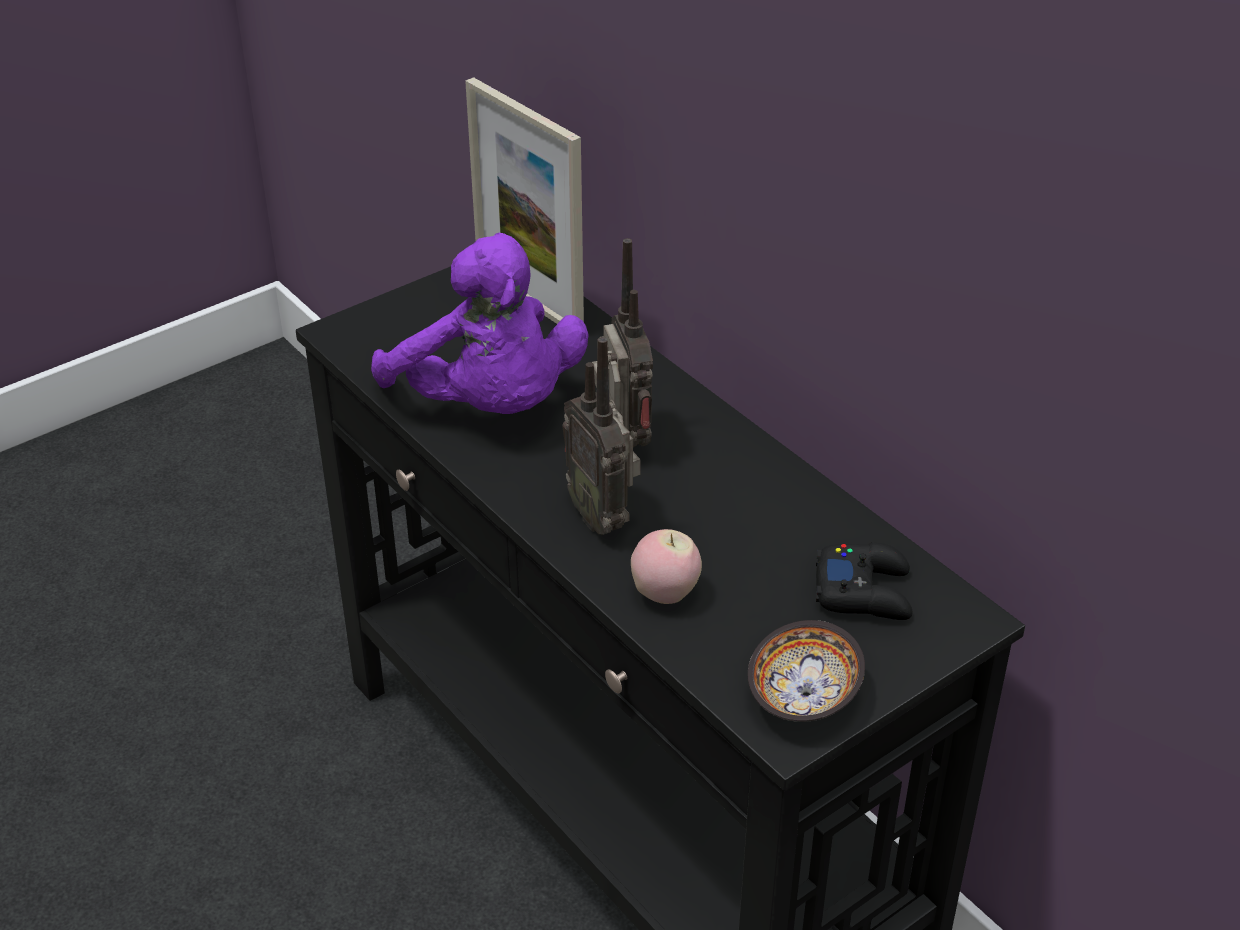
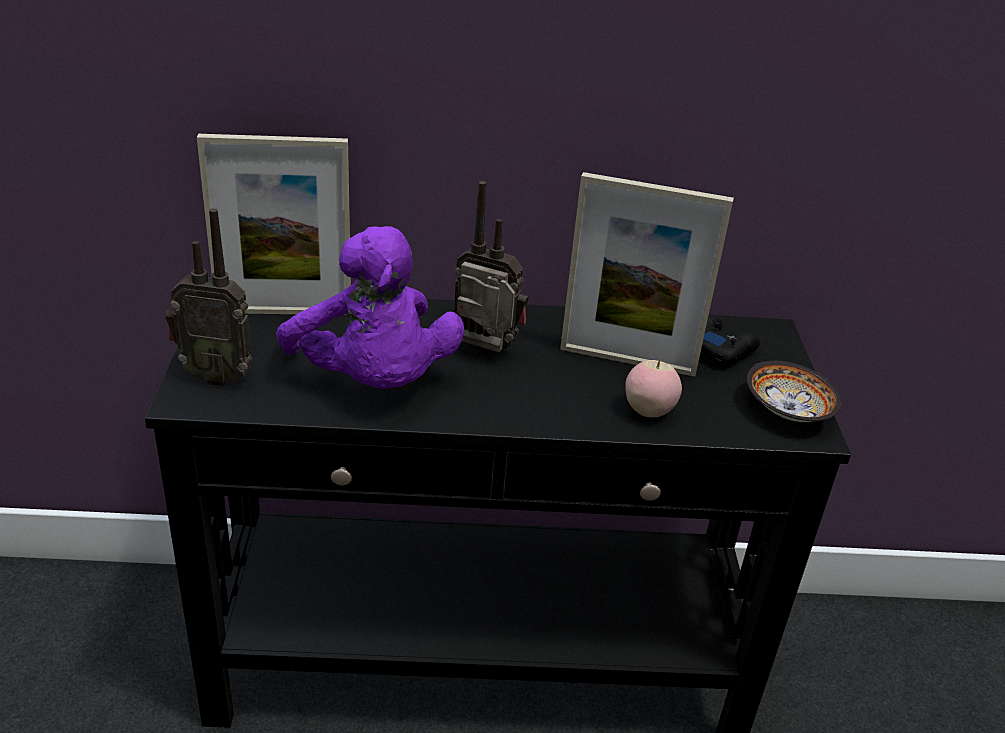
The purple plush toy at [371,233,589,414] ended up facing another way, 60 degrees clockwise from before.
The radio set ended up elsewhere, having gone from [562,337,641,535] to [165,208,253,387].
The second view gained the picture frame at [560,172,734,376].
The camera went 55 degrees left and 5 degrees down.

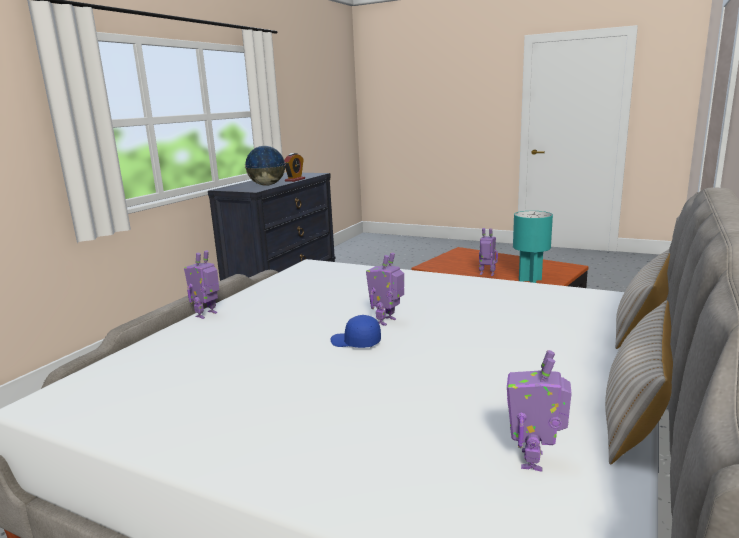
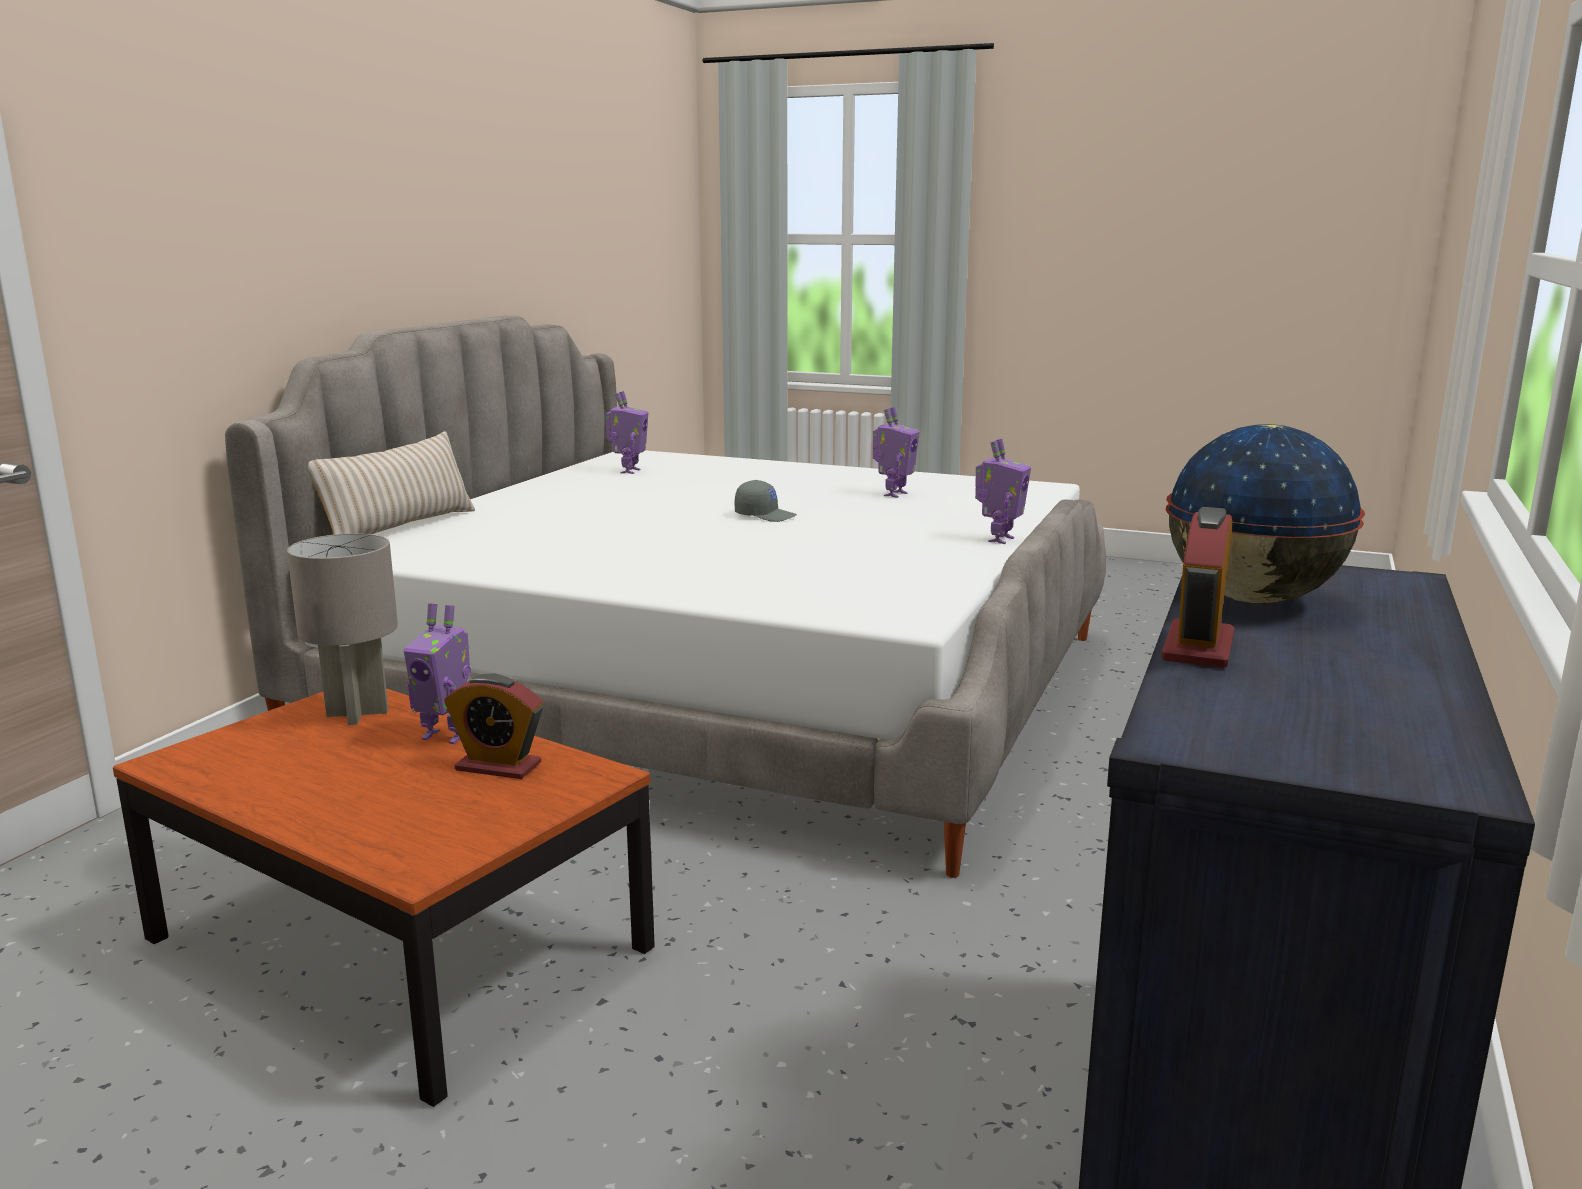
What was the blue cap at [331,315,381,348] turned into the greyish cap at [735,480,797,522].
The toy robot ended up elsewhere, having gone from [366,252,404,326] to [873,407,920,498].
What was the blue-green lamp for a table at [513,211,553,283] turned into the greyish lamp for a table at [287,534,398,725].
The second view lost the sand-coloured throw pillow at [605,300,673,464].
The second view gained the alarm clock at [444,674,543,779].
The camera went 175 degrees right and 0 degrees up.

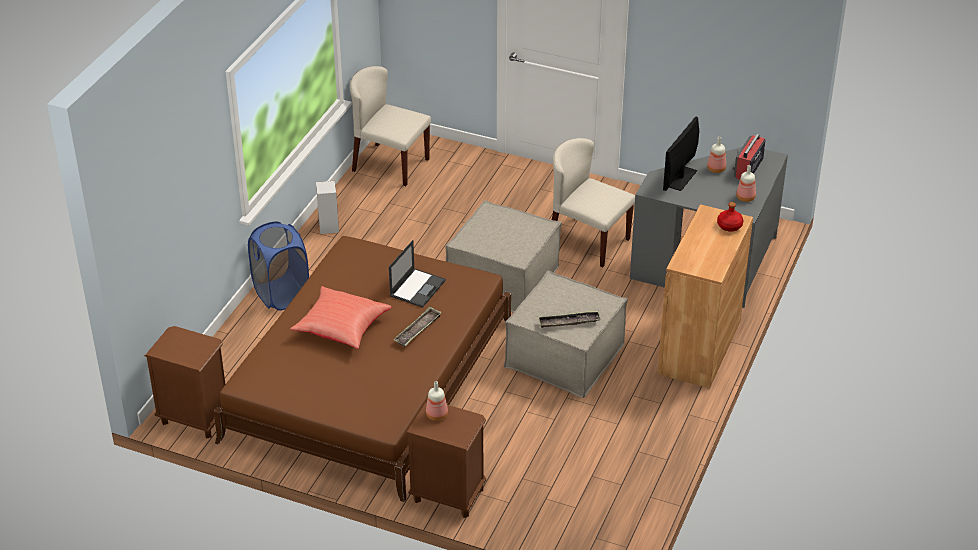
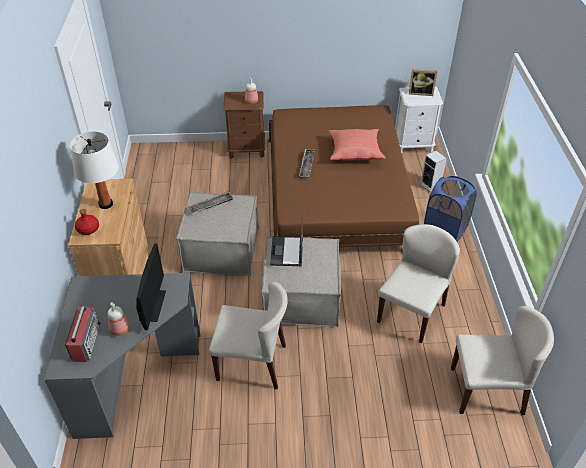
What was the brown-coloured night table at [145,326,225,439] turned into the white night table at [395,87,443,153].
The speaker ended up elsewhere, having gone from [316,181,339,234] to [420,150,447,192].
The portable computer ended up elsewhere, having gone from [389,240,446,308] to [270,215,303,266].
The second view lost the bottle at [736,165,756,202].
The second view gained the white lamp for a table at [70,131,119,209].
The second view gained the sand-coloured plain chair at [377,224,460,343].
The second view gained the picture frame at [409,69,437,96].
The camera went 155 degrees right and 5 degrees up.

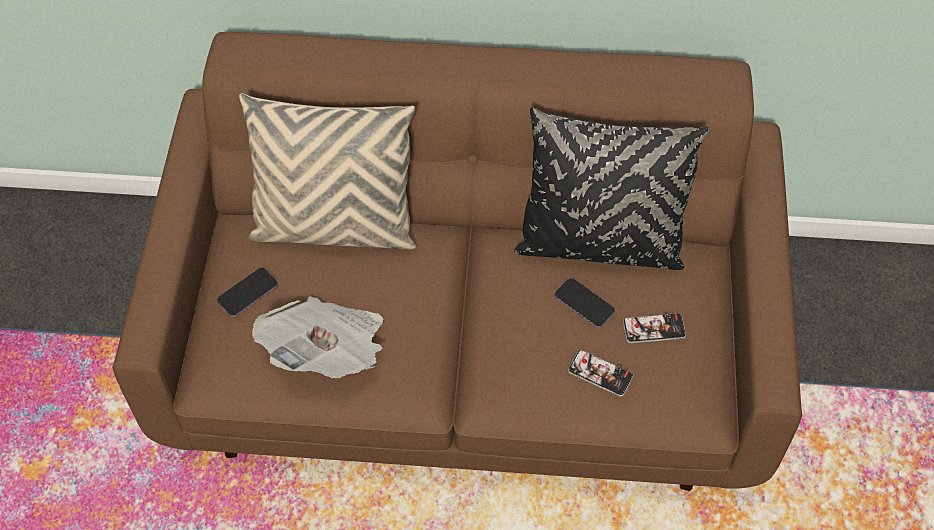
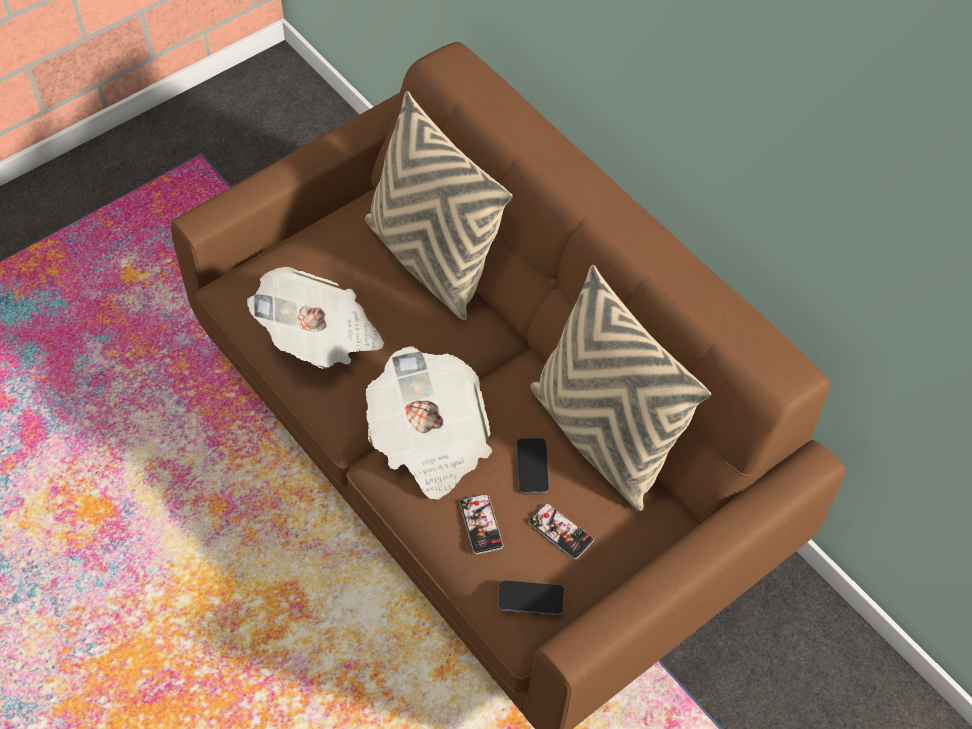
The phone ended up elsewhere, having gone from [217,268,278,317] to [498,580,564,615].
What was the blackish throw pillow at [514,107,709,270] turned into the sand-coloured throw pillow at [530,265,711,511].
The second view gained the daily paper at [365,346,492,499].
The camera went 45 degrees right and 0 degrees up.

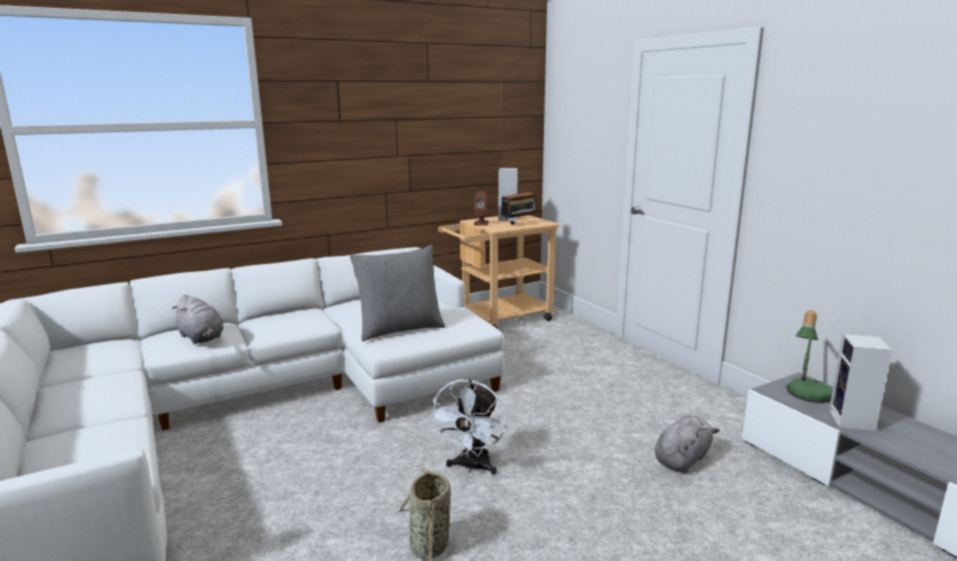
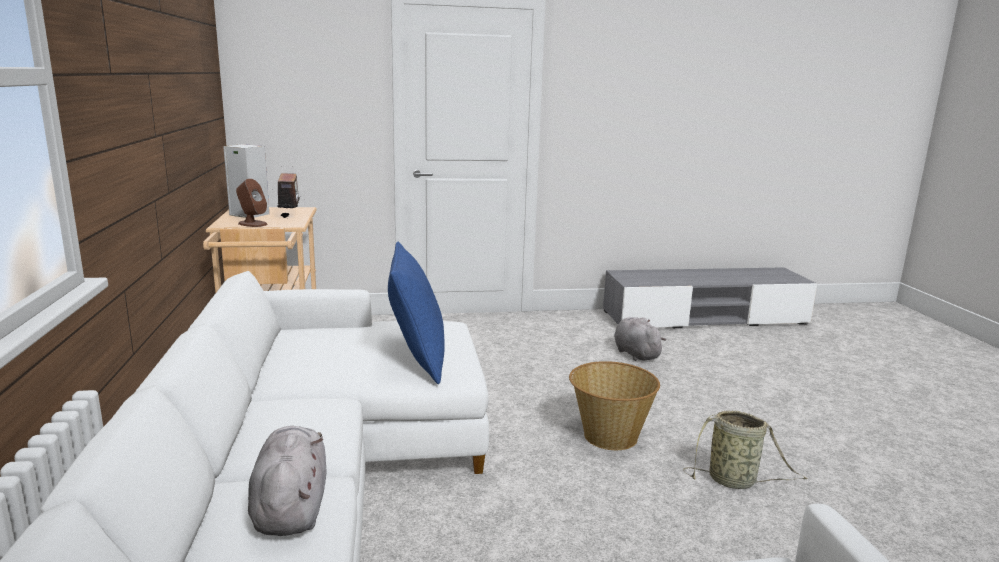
The greyish plush toy at [172,295,223,344] ended up facing another way, 75 degrees counterclockwise from before.
What was the greyish throw pillow at [350,245,445,341] turned into the blue throw pillow at [388,242,445,384].
Where the white cooling fan stood at [428,379,507,475], the basket came to stand at [569,361,660,450].
The second view lost the lamp for a table at [786,310,832,403].
The second view lost the speaker at [829,334,892,432].
The camera went 70 degrees left and 0 degrees up.

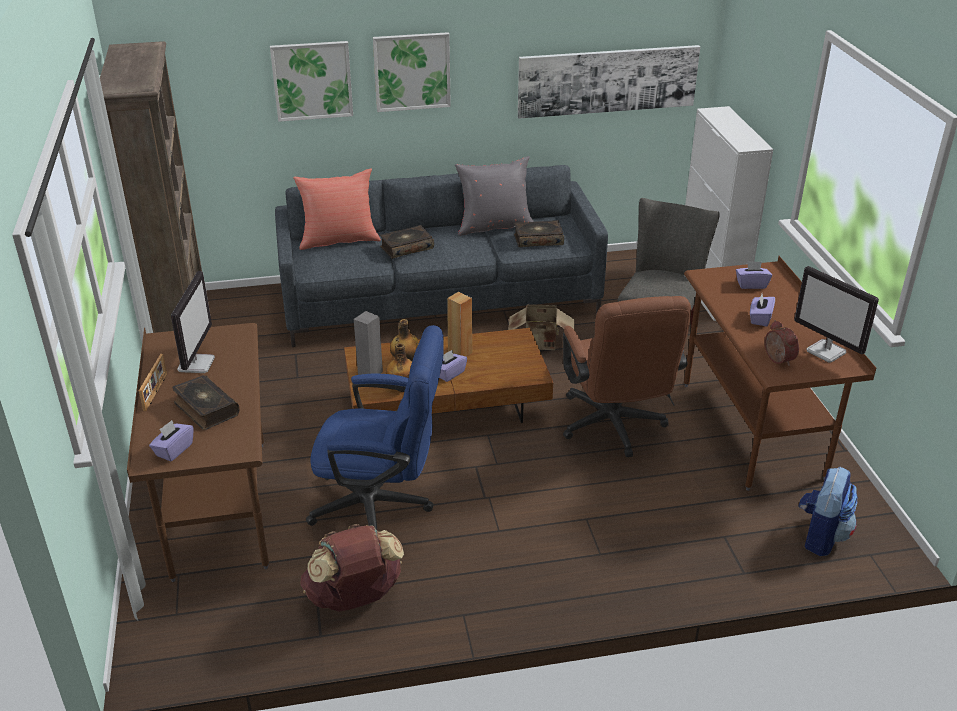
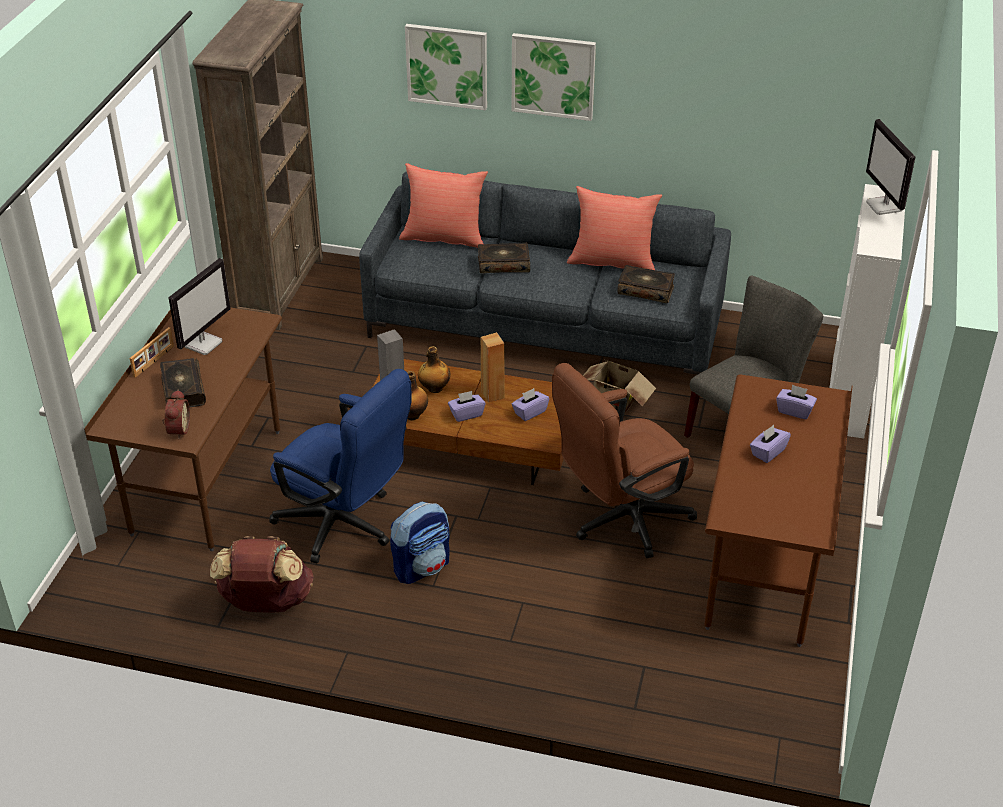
The purple tissue box ended up elsewhere, having gone from [149,420,194,461] to [512,388,549,421].
What was the greyish throw pillow at [455,156,534,236] turned into the red-coloured throw pillow at [567,186,662,270].
The second view lost the wall art at [518,45,700,119].
The brown-coloured desk chair at [563,296,691,457] ended up facing another way, 45 degrees clockwise from before.
The alarm clock ended up elsewhere, having gone from [765,320,799,366] to [162,390,190,439].
The computer screen ended up elsewhere, having gone from [794,266,879,363] to [866,119,915,215].
The knapsack ended up elsewhere, having gone from [798,467,858,556] to [390,502,450,584].
The camera went 25 degrees right and 5 degrees up.

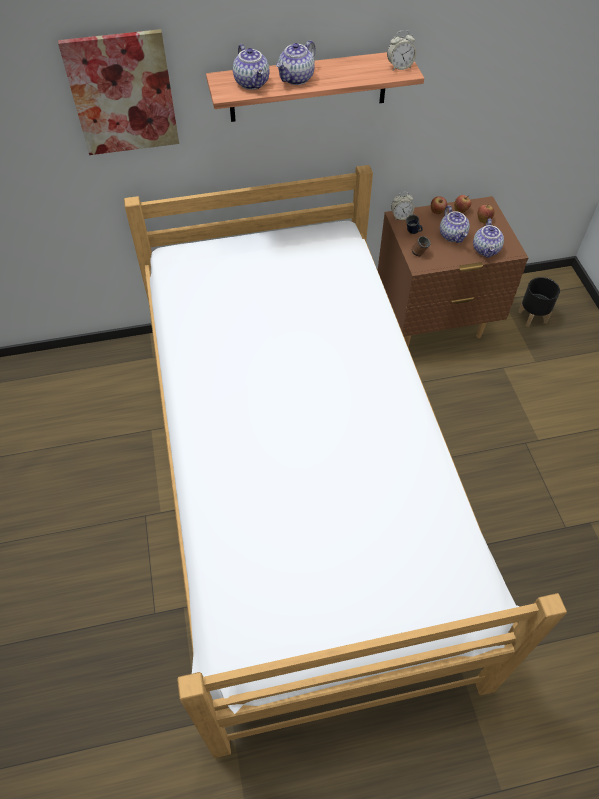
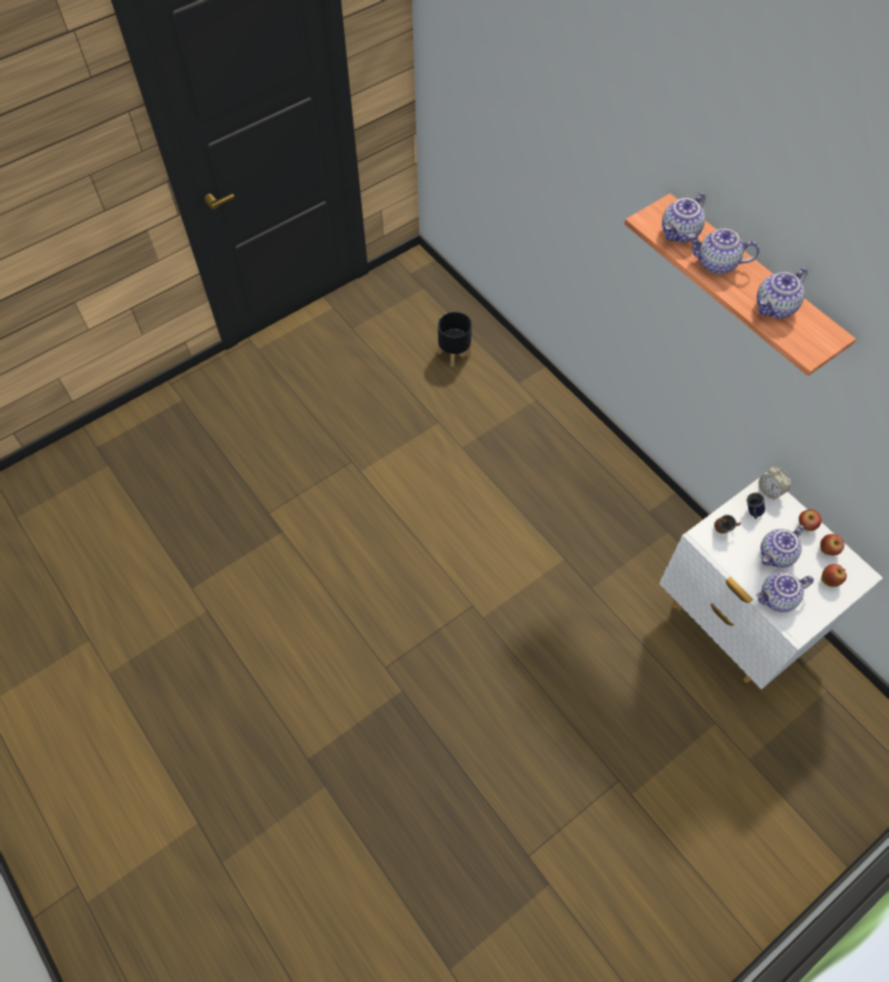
The second view lost the wall art at [58,29,179,155].
The second view lost the sleeping bed at [124,165,567,758].
What was the brown-coloured night table at [378,196,528,347] turned into the white night table at [659,472,883,689].
The second view lost the alarm clock at [387,30,416,70].
The blackish plant pot ended up elsewhere, having gone from [518,277,560,327] to [438,312,472,367].
The second view gained the pot for tea at [757,268,807,318].
The camera went 65 degrees right and 5 degrees up.

